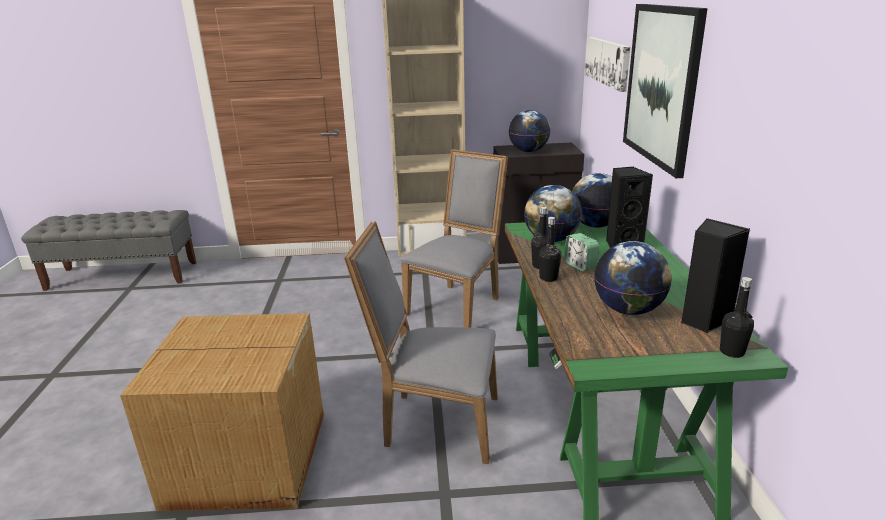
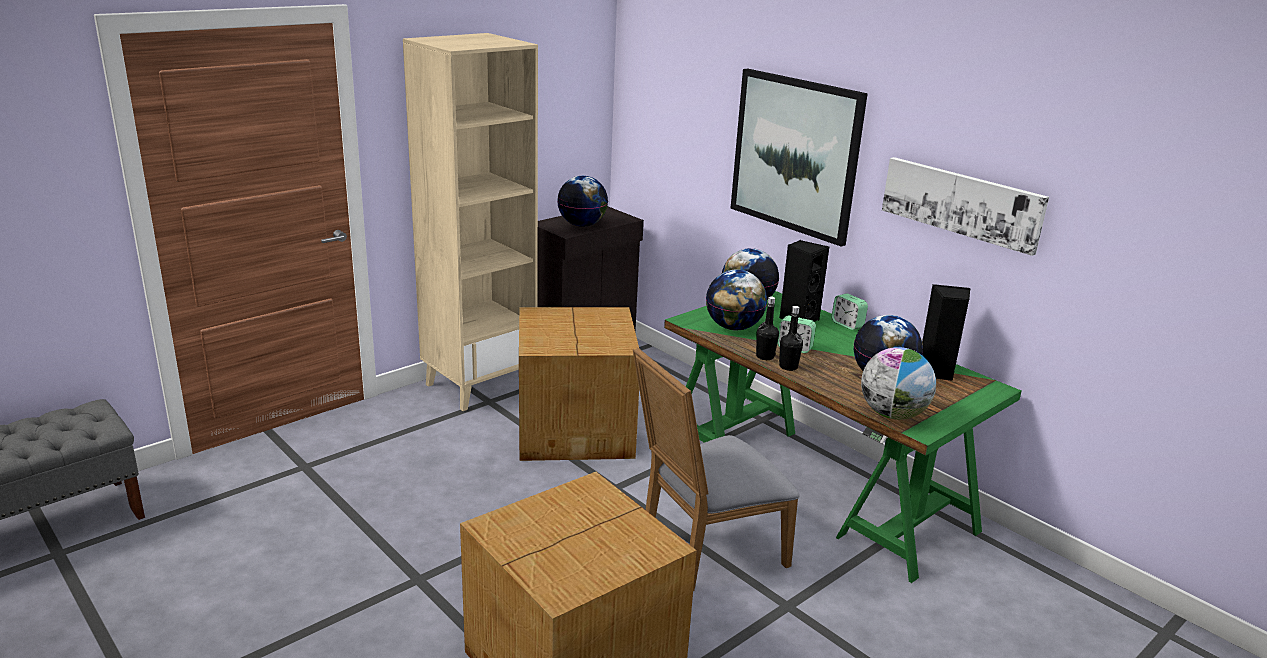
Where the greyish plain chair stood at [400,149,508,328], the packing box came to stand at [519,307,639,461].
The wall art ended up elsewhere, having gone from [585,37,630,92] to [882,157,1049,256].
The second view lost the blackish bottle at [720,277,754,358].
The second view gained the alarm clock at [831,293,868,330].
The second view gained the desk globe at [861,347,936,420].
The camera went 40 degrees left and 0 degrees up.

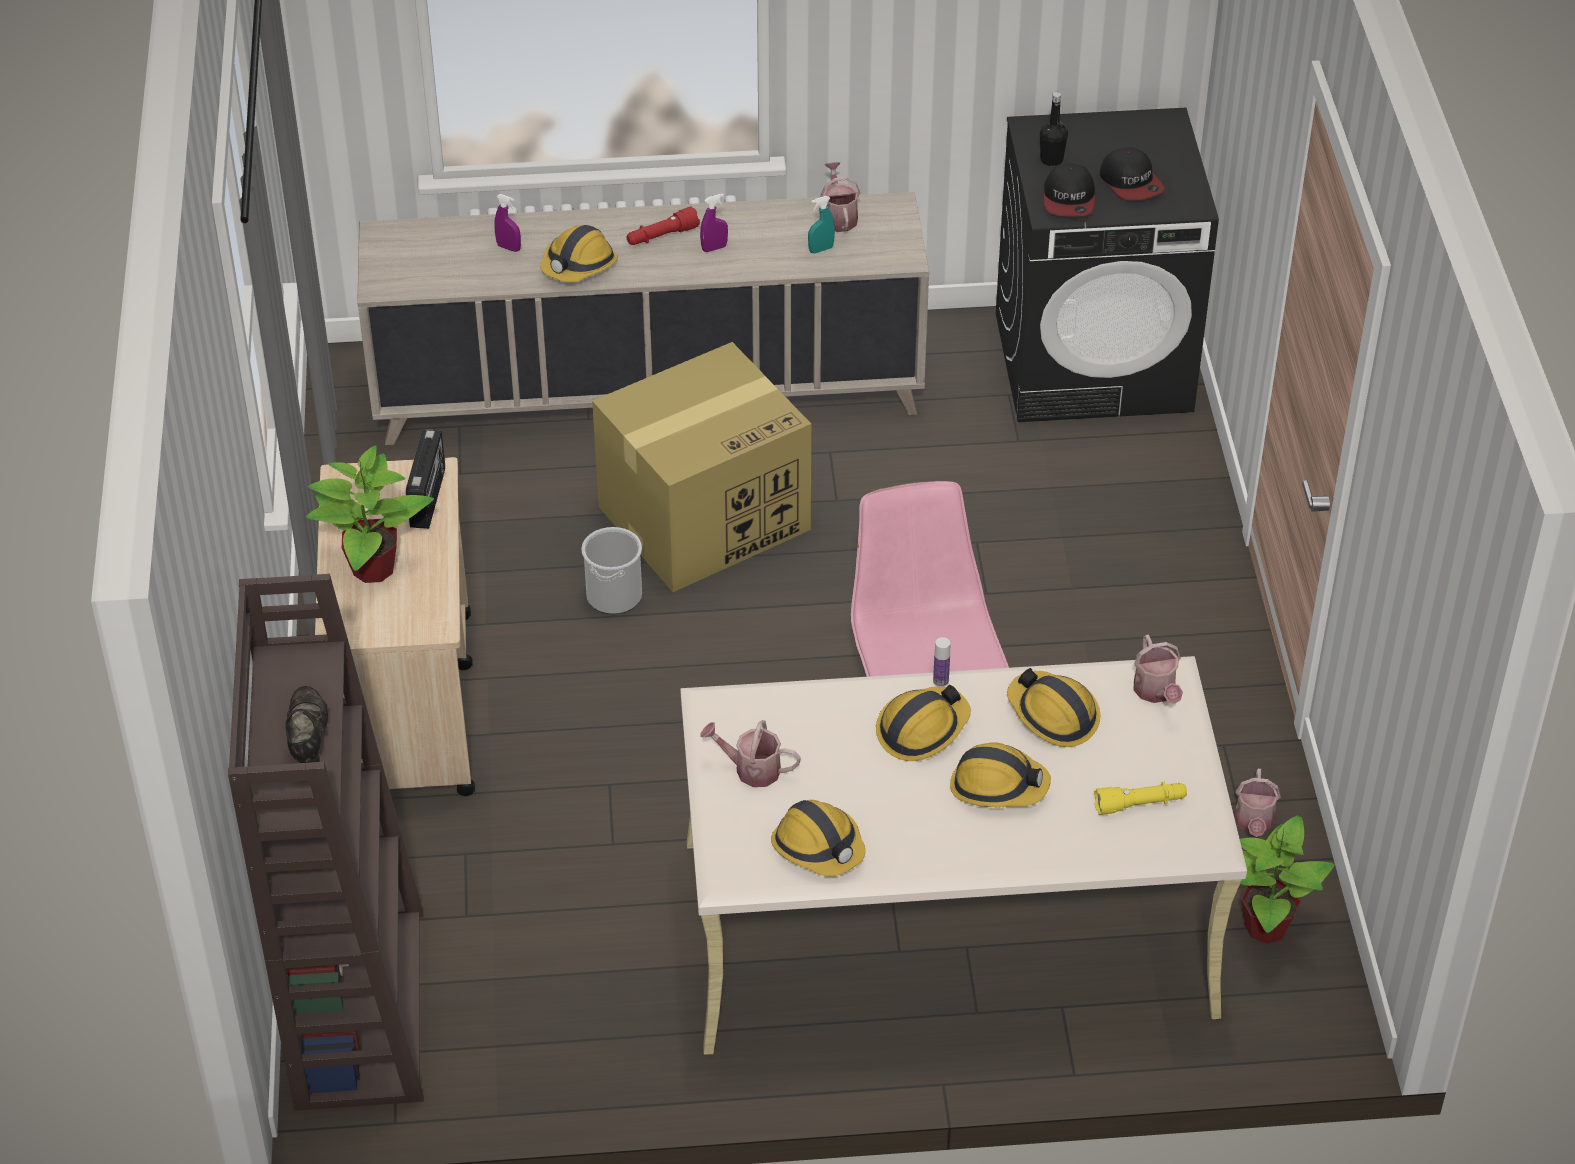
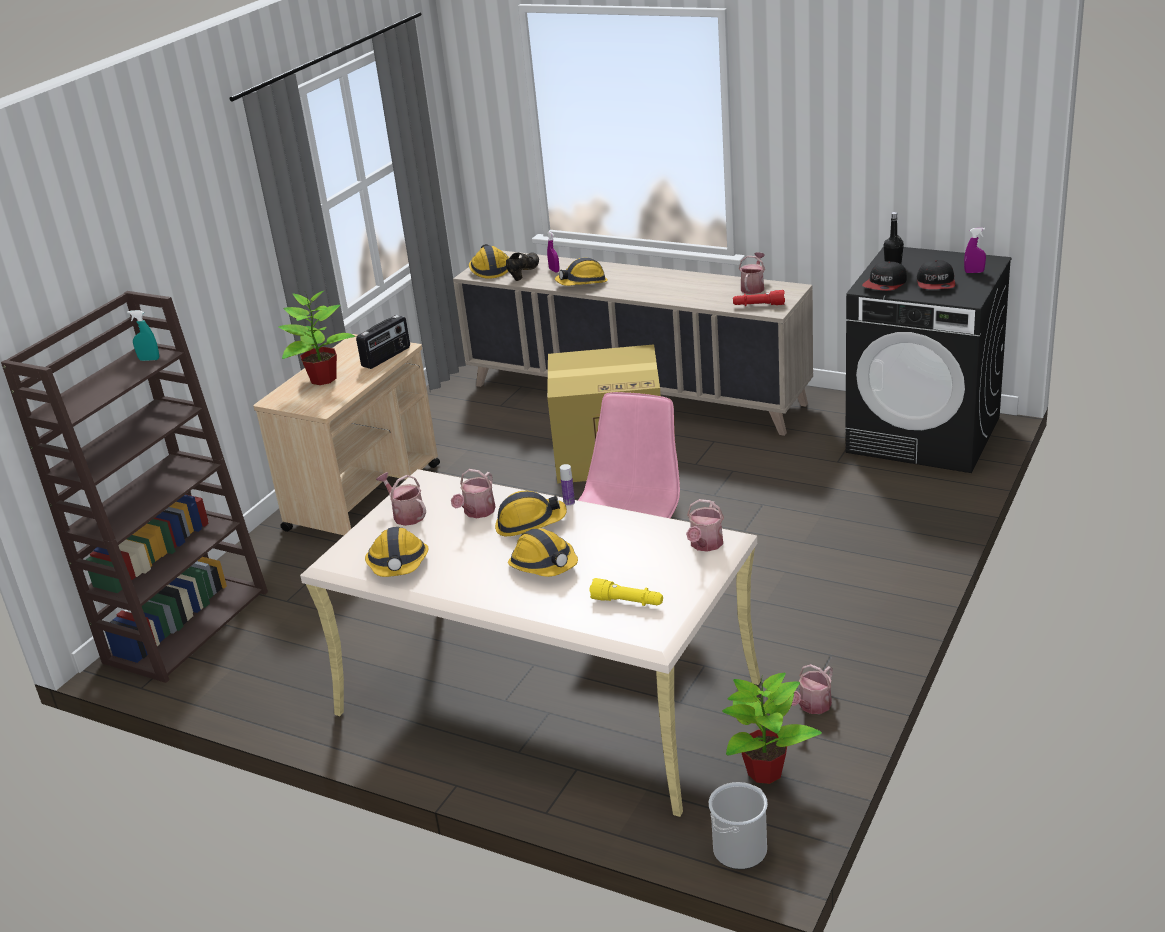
The blackish shoe ended up elsewhere, having gone from [285,686,328,763] to [506,252,539,281].
The bucket ended up elsewhere, having gone from [582,527,642,614] to [709,782,768,869].
The red-coloured torch ended up elsewhere, having gone from [627,206,700,245] to [733,290,785,306].
The purple sprayer ended up elsewhere, having gone from [700,194,728,252] to [964,228,986,273].
The blue-green sprayer ended up elsewhere, having gone from [808,196,835,253] to [127,310,159,361].
The safety helmet ended up elsewhere, having gone from [1007,668,1101,747] to [469,244,510,279].
The second view gained the sprinkling can at [451,469,496,518].
The camera went 35 degrees right and 15 degrees down.

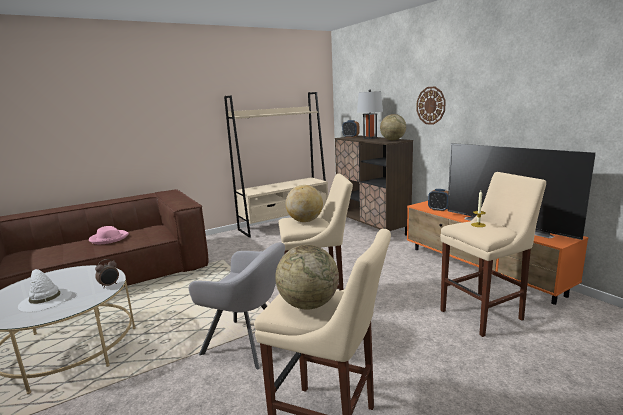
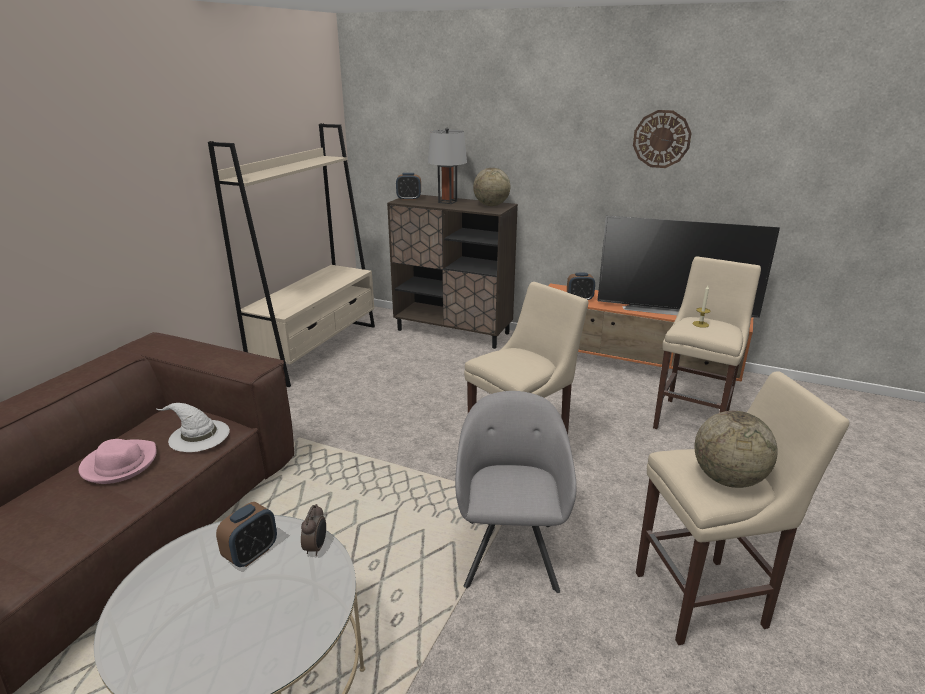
The white hat ended up elsewhere, having gone from [18,269,72,312] to [157,403,230,452].
The greyish easy chair at [189,243,285,369] ended up facing another way, 75 degrees counterclockwise from before.
The second view lost the desk globe at [286,185,323,222].
The clock on the wall ended up elsewhere, having gone from [416,86,446,125] to [633,110,692,168].
The second view gained the alarm clock at [216,502,277,567].
The camera went 35 degrees left and 10 degrees up.

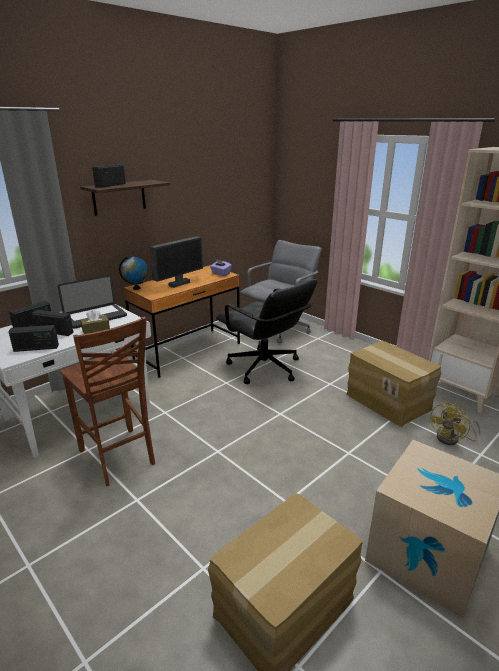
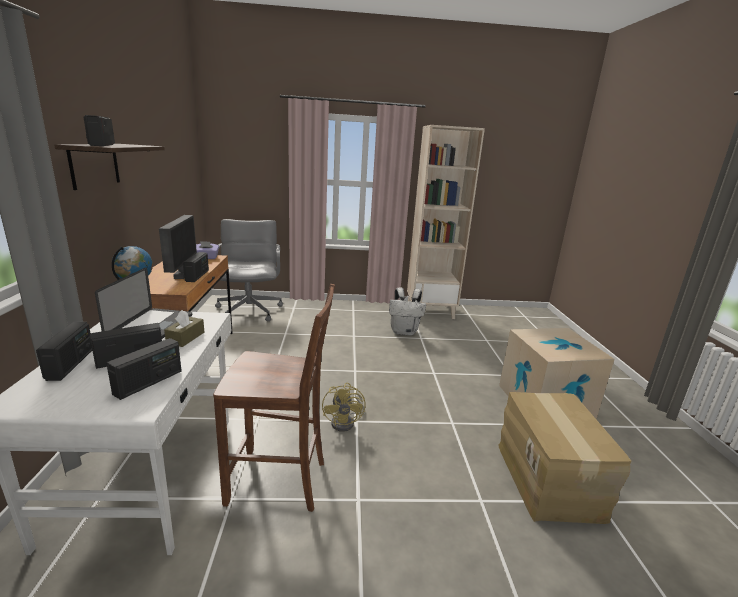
The second view lost the blackish desk chair at [216,279,317,384].
Where the packing box stood at [347,341,441,427], the white knapsack came to stand at [389,287,426,335].
The yellow cooling fan ended up elsewhere, having gone from [429,402,480,445] to [322,383,365,432].
The second view gained the radio set at [183,252,209,282].
The camera went 50 degrees left and 5 degrees down.

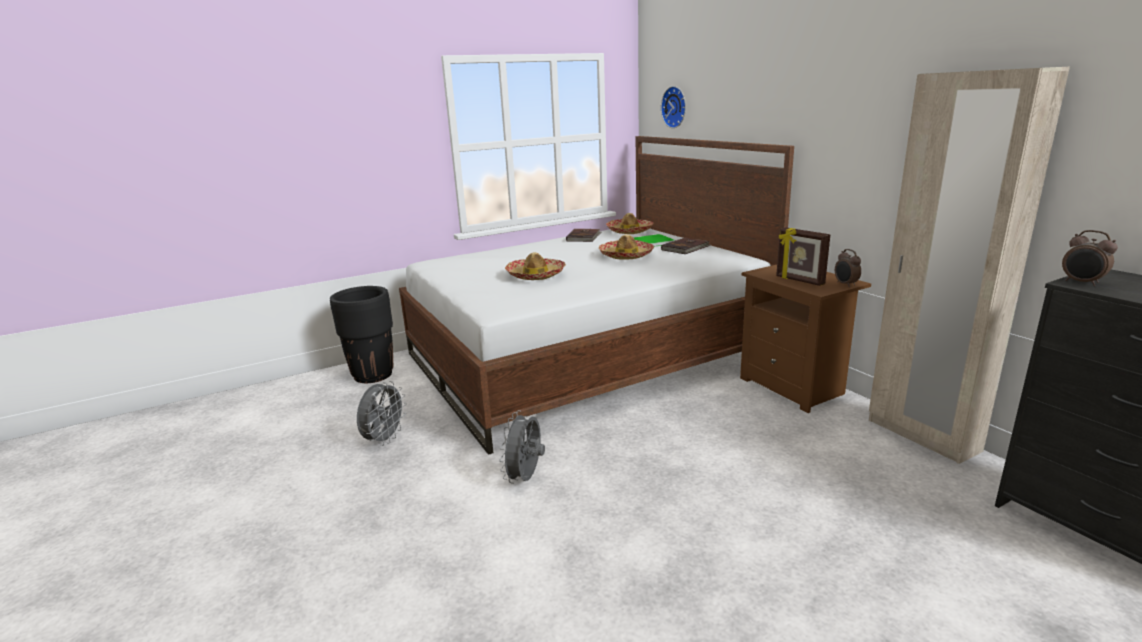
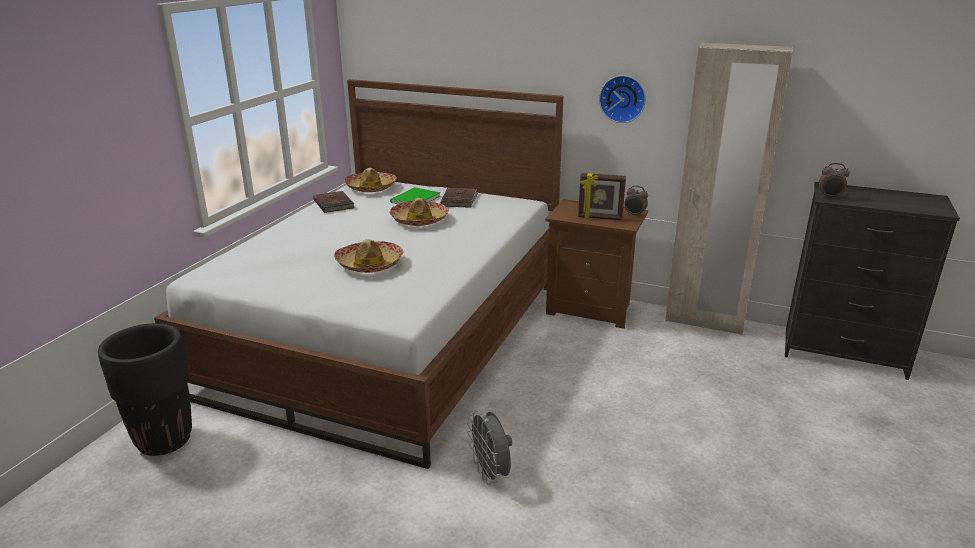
The second view lost the greyish cooling fan at [357,381,407,446].
The clock on the wall ended up elsewhere, having gone from [661,86,686,128] to [599,75,646,123].
The camera went 40 degrees left and 5 degrees up.

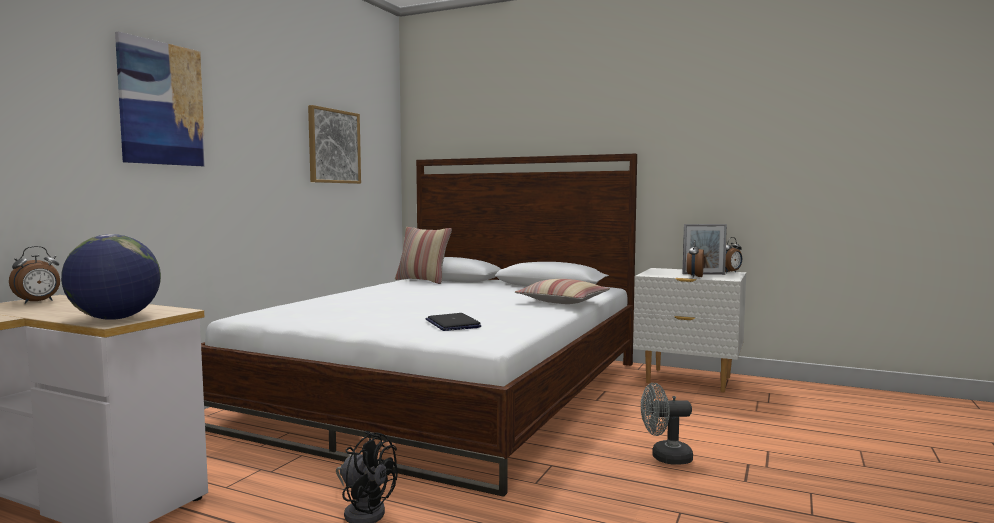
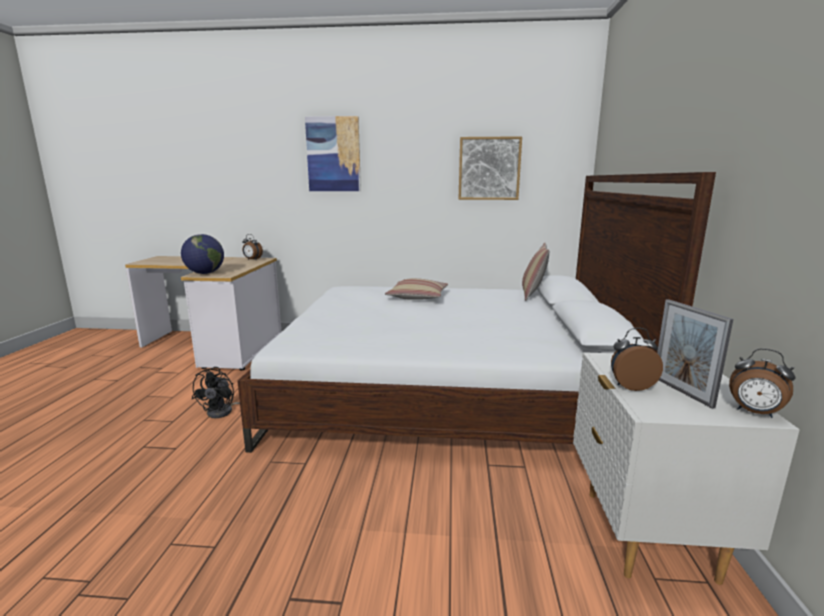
The second view lost the portable computer at [426,313,481,331].
The throw pillow ended up elsewhere, having gone from [514,279,610,304] to [385,278,448,300].
The second view lost the greyish cooling fan at [641,383,693,465].
The camera went 70 degrees right and 10 degrees up.

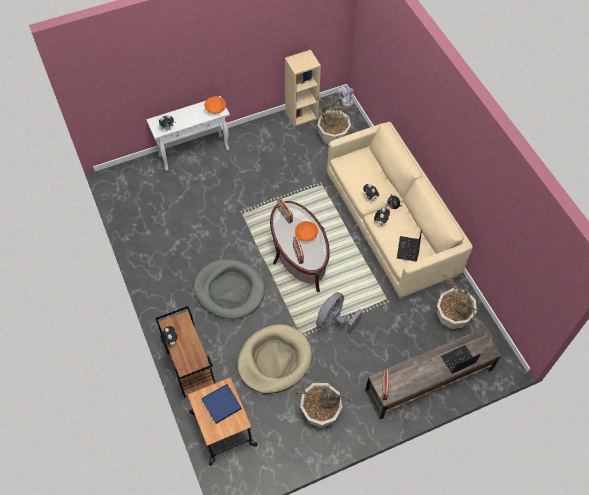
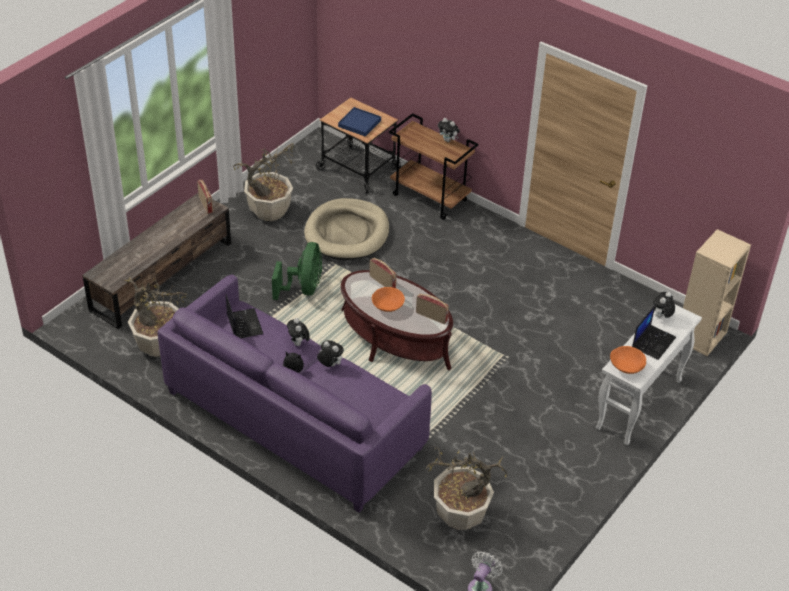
The second view lost the greyish dog bed at [194,259,265,319].
The sand-coloured bookshelf ended up elsewhere, having gone from [285,50,321,127] to [683,229,751,356].
What was the greyish cooling fan at [316,292,363,334] turned into the greenish cooling fan at [272,242,322,300].
What was the sand-coloured sofa at [327,122,473,300] turned into the purple sofa at [157,274,432,513].
The portable computer ended up elsewhere, having gone from [441,345,481,374] to [632,305,676,360].
The camera went 150 degrees right and 15 degrees down.

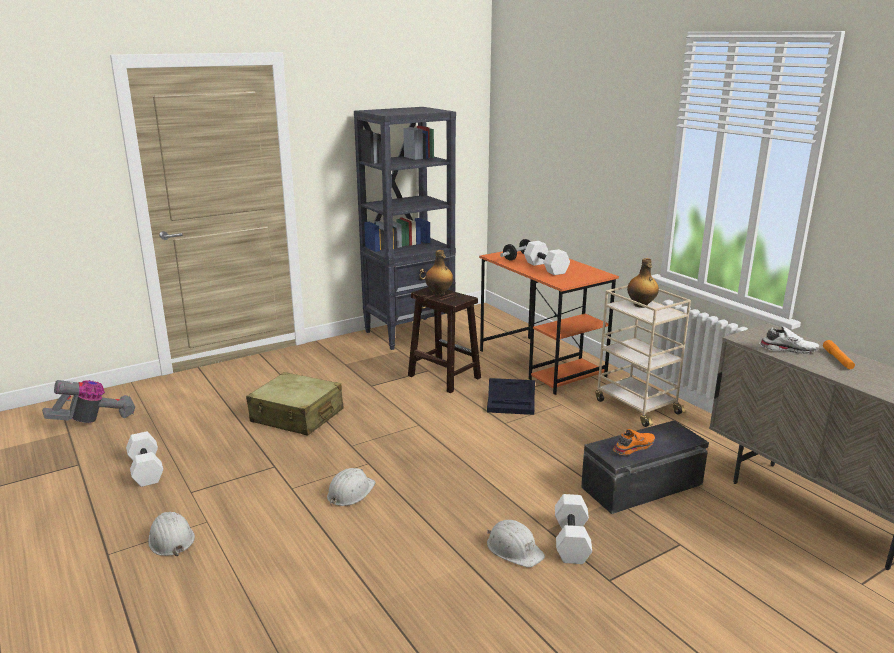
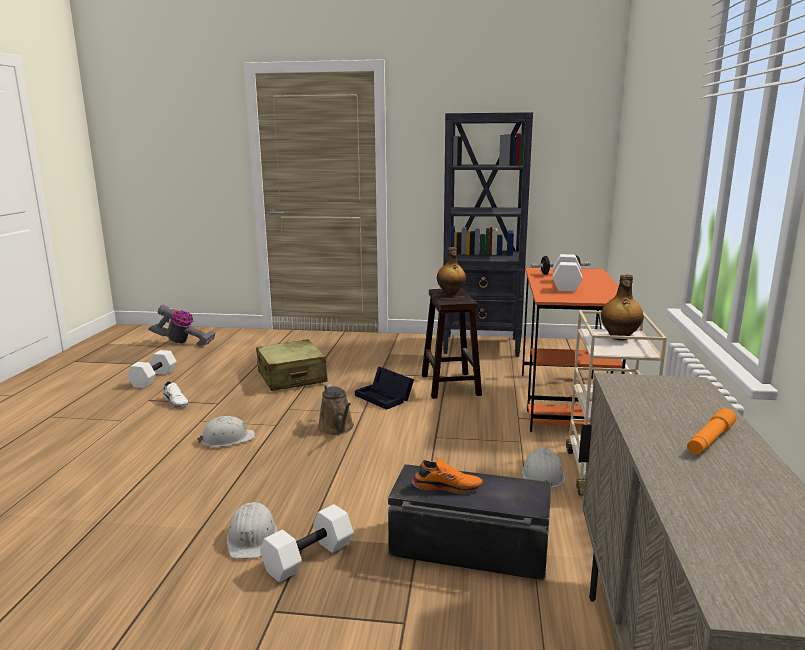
The white safety helmet ended up elsewhere, having gone from [148,512,195,556] to [522,448,565,488].
The blackish storage box ended up elsewhere, having gone from [487,378,535,415] to [355,367,414,410].
The white shoe ended up elsewhere, having gone from [759,326,819,354] to [163,381,189,408].
The second view gained the brown-coloured sprinkling can at [318,384,354,435].
The camera went 40 degrees right and 5 degrees down.

